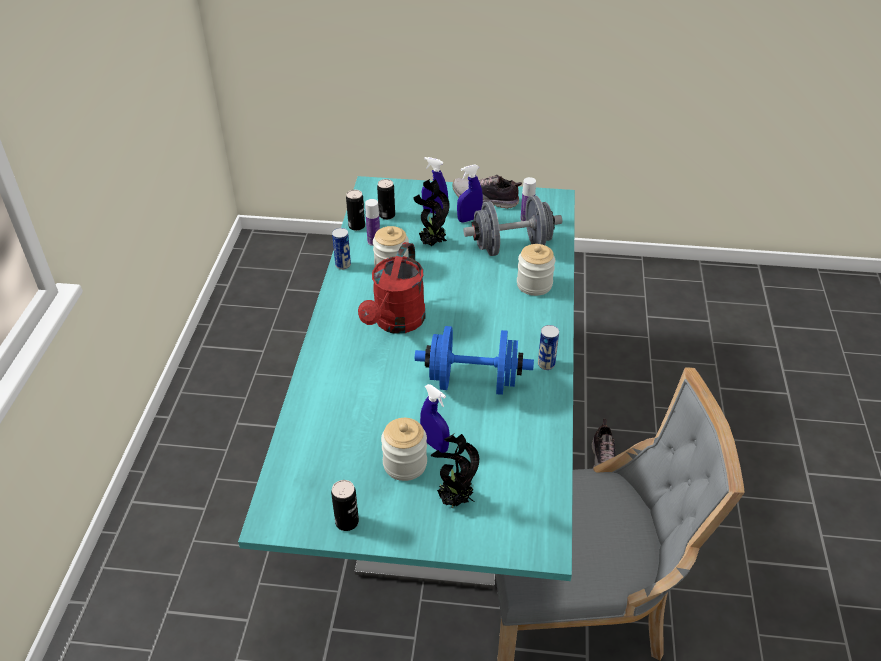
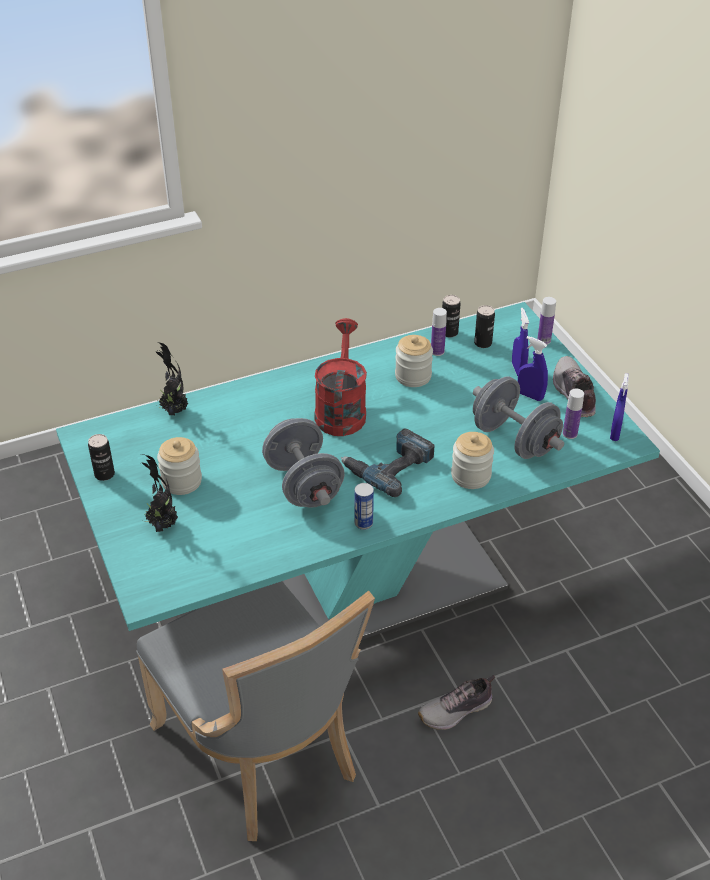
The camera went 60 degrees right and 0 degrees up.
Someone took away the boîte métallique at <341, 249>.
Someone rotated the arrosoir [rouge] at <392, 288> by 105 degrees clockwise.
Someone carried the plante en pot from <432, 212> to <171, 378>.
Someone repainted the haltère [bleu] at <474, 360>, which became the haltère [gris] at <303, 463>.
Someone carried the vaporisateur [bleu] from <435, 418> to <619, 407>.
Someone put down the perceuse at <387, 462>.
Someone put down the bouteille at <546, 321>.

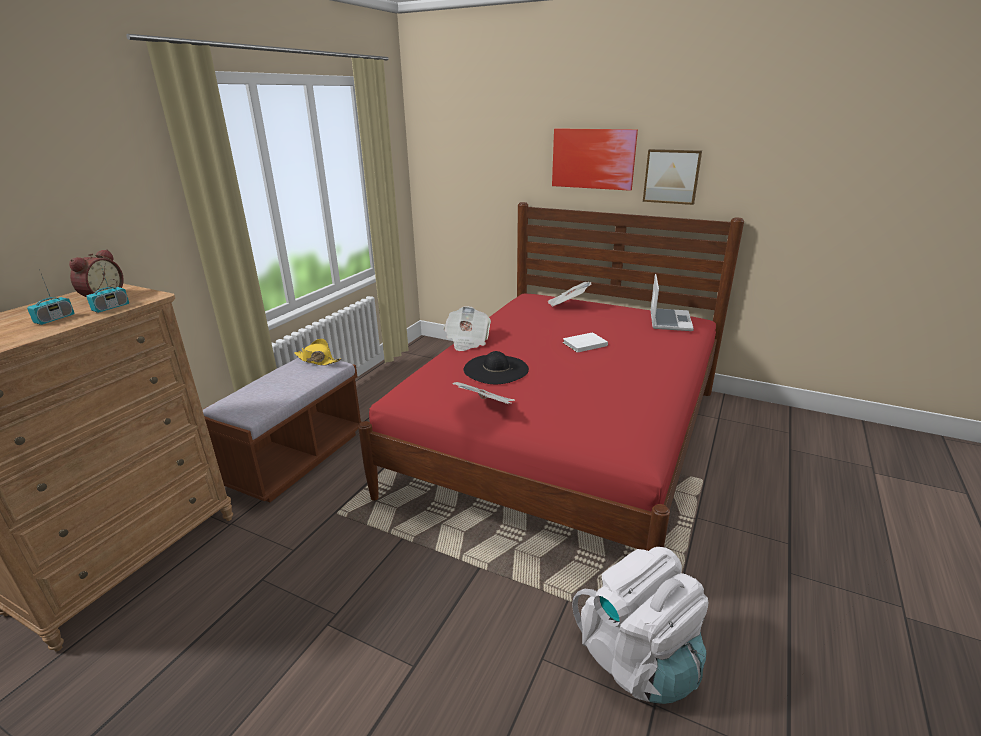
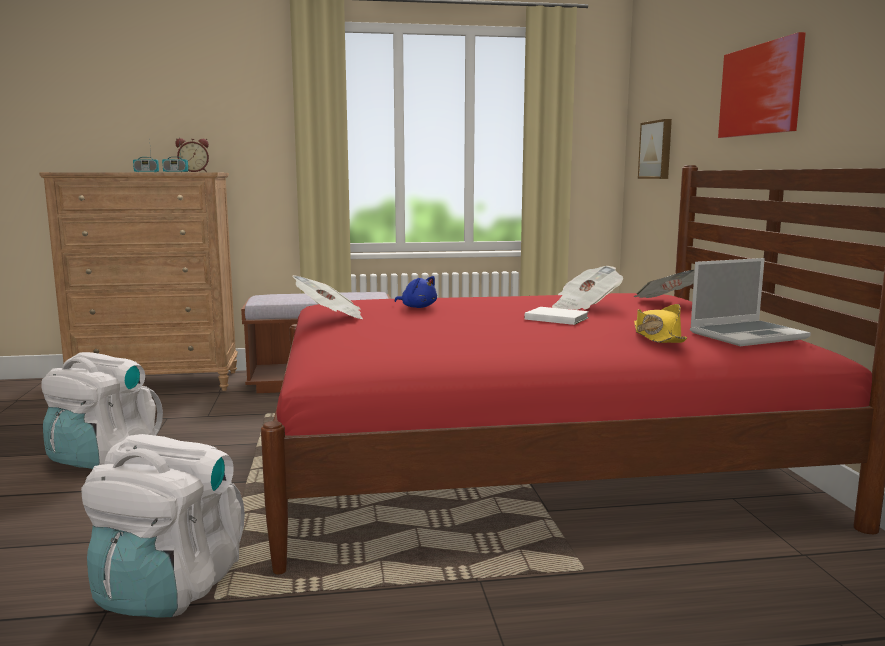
The camera went 55 degrees right and 15 degrees down.
Someone carried the chapeau [jaune] from <318, 352> to <660, 323>.
Someone carried the journal from <467, 328> to <587, 288>.
Someone swapped the chapeau [noir] at <496, 367> for the peluche [bleu] at <416, 292>.
Someone carried the tableau from <672, 177> to <655, 149>.
Someone put down the sac à dos [blanc] at <102, 410>.

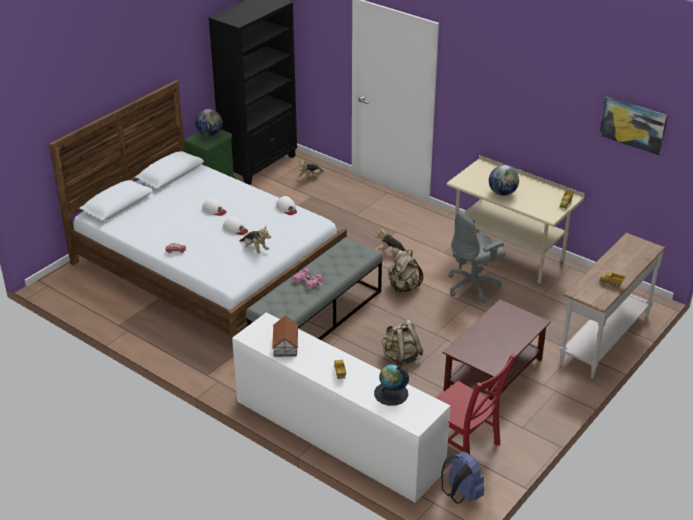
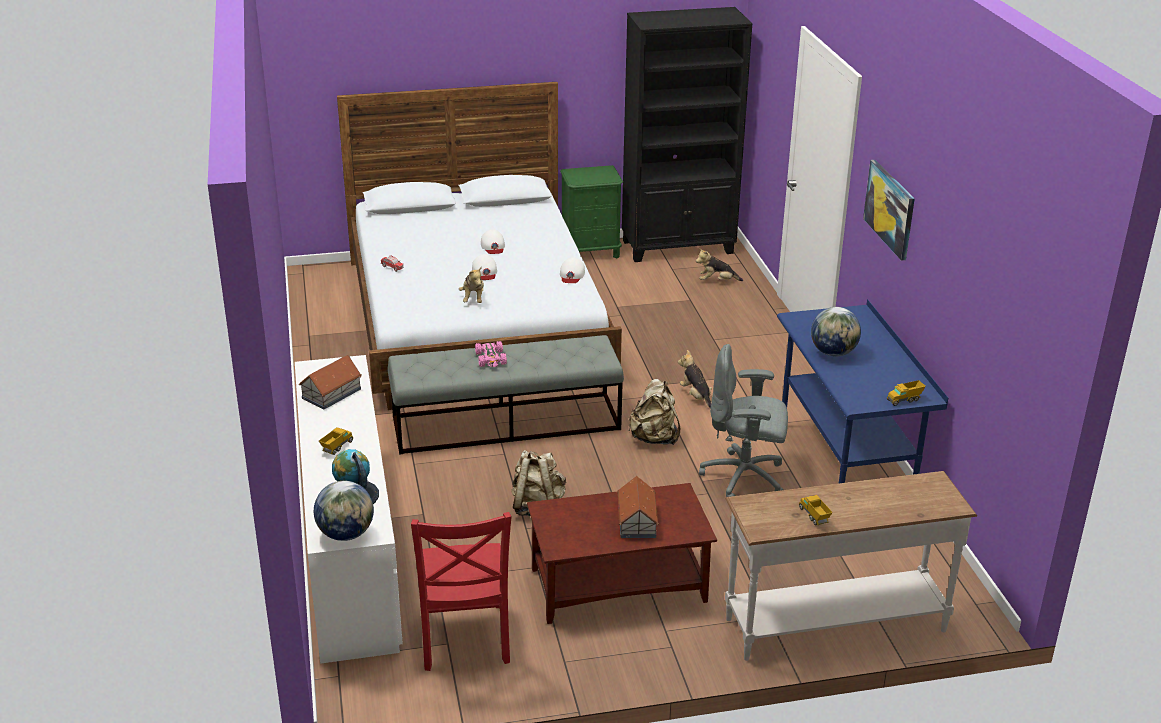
The camera went 40 degrees right and 5 degrees down.
Someone carried the globe from <209, 123> to <344, 511>.
Someone took away the sac à dos [bleu] at <462, 477>.
Someone repainted the bureau [beige] at <515, 220>, which became the bureau [bleu] at <862, 391>.
Someone carried the tableau from <633, 126> to <889, 210>.
Someone put down the maison miniature at <638, 507>.

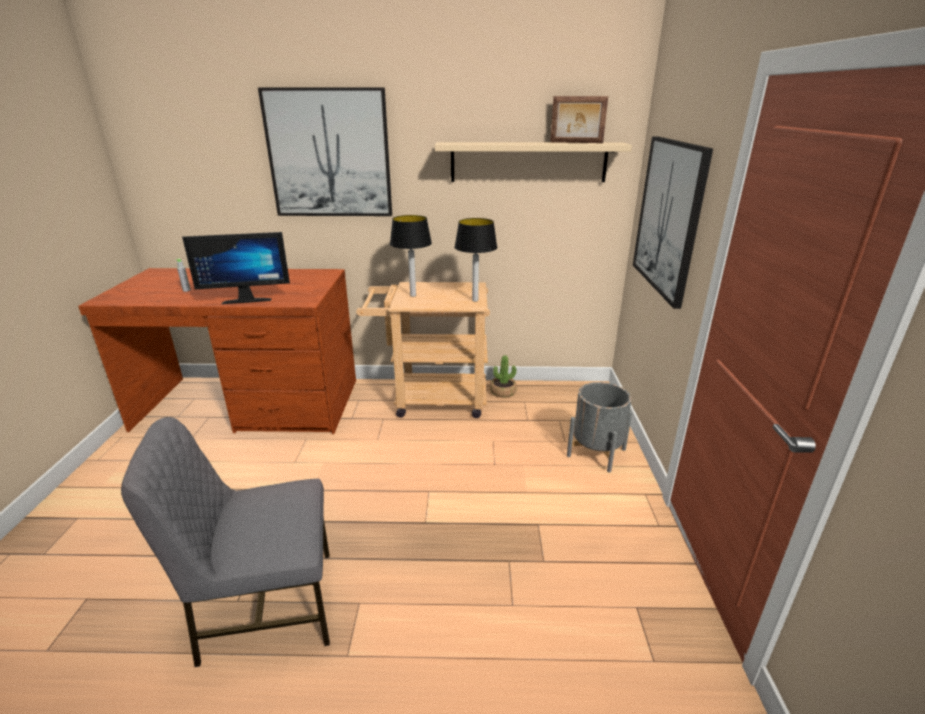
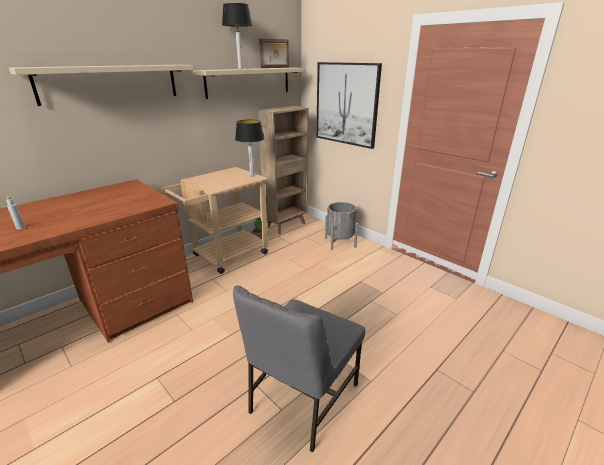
The camera went 45 degrees left and 0 degrees up.
Someone took away the écran d'ordinateur at <236, 268>.
Someone swapped the tableau at <325, 151> for the étagère [beige] at <101, 85>.
Someone carried the lampe de table from <411, 256> to <237, 36>.
Someone put down the bibliothèque [marron] at <283, 170>.

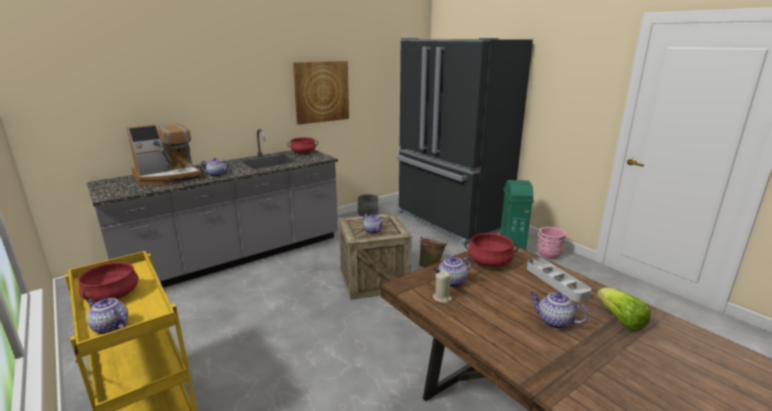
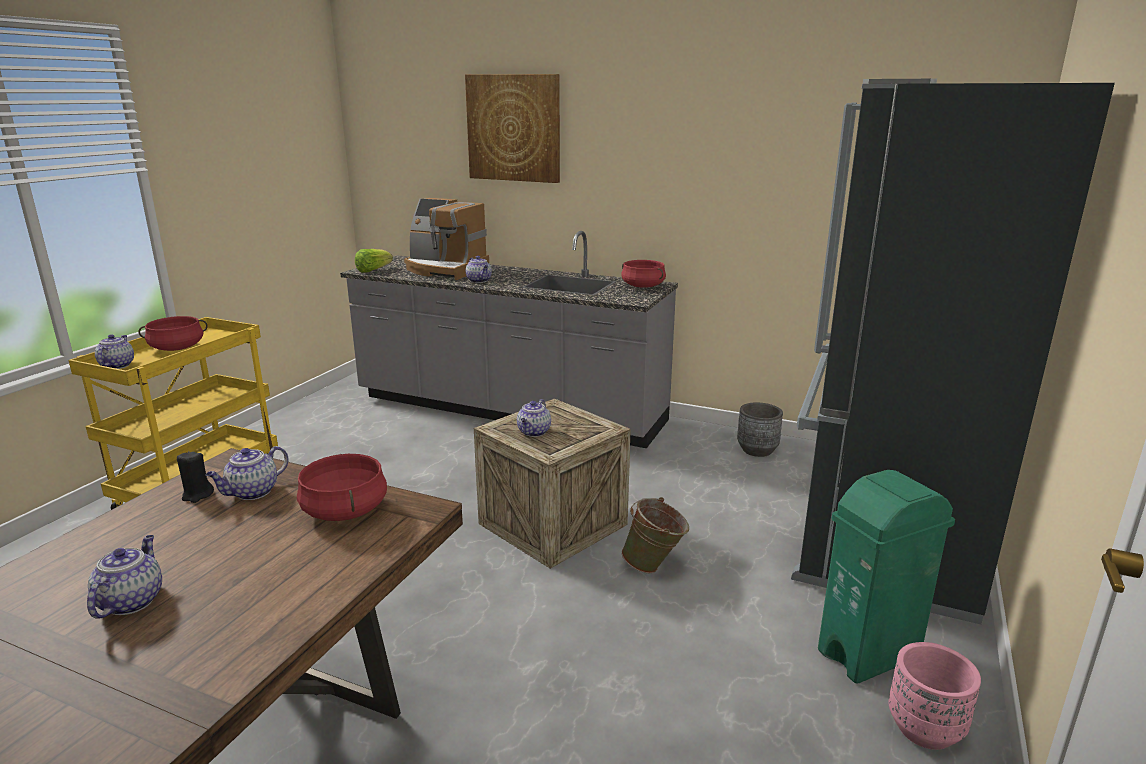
The camera went 60 degrees right and 0 degrees up.
Someone carried the tableau from <321, 93> to <512, 128>.
Someone repainted the bougie [beige] at <442, 287>, which became the bougie [noir] at <195, 477>.
Someone rotated the théière at <452, 271> by 75 degrees counterclockwise.
Someone took away the plateau [gris] at <559, 279>.
Someone carried the laitue from <624, 309> to <374, 261>.

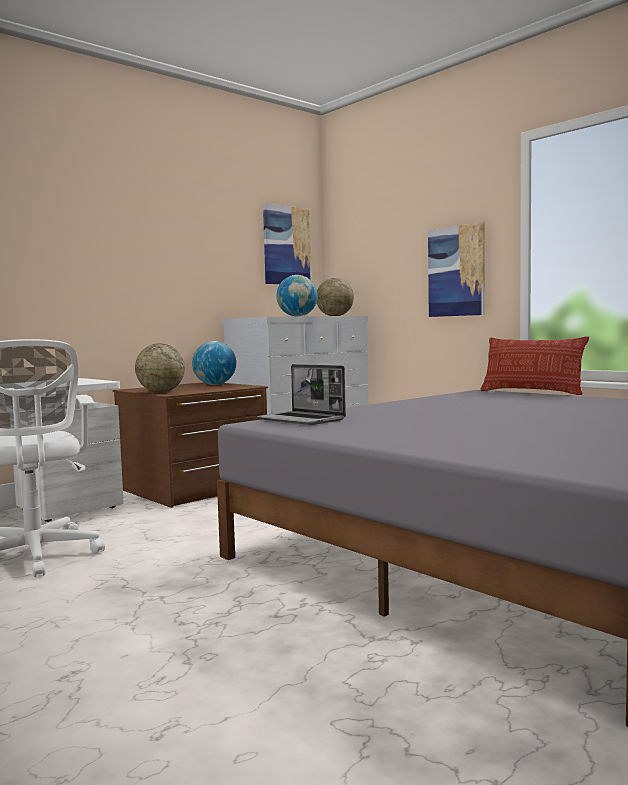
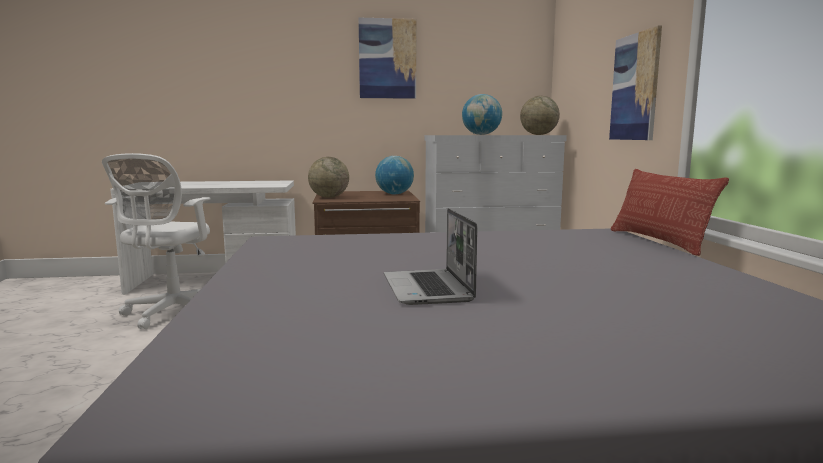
The camera went 35 degrees right and 5 degrees up.
Someone carried the ordinateur portable from <301, 394> to <430, 256>.
Someone carried the tableau from <287, 243> to <387, 58>.

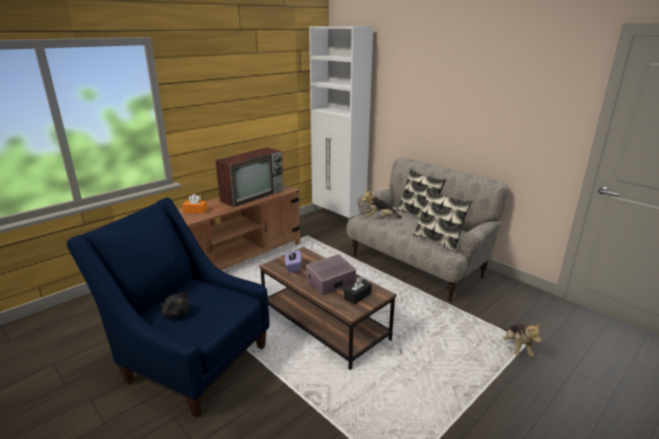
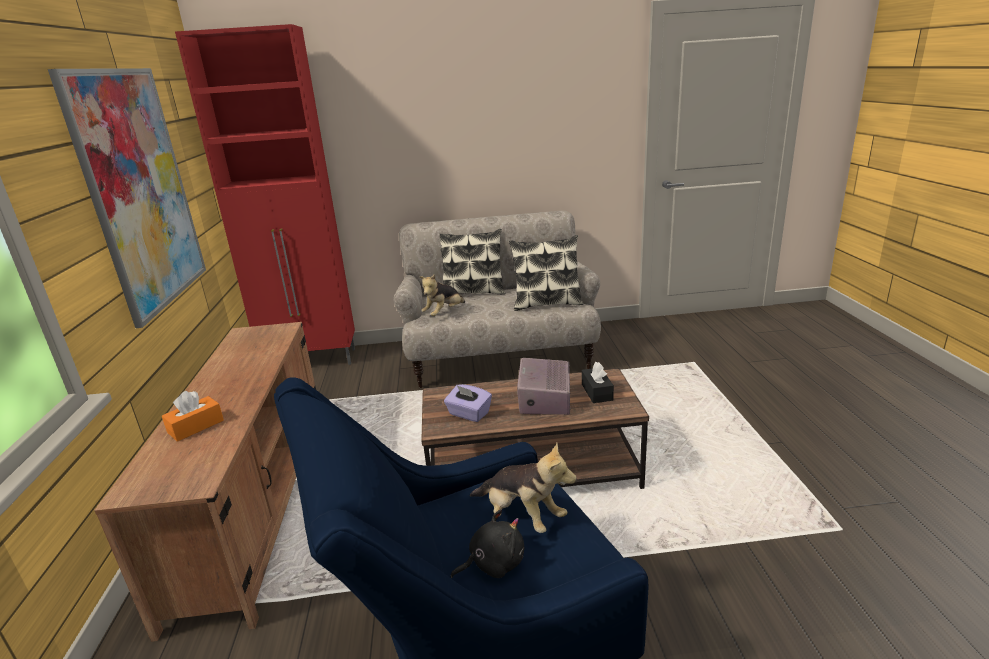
The camera went 50 degrees left and 0 degrees up.
Someone took away the téléviseur at <249, 177>.
Someone repainted the meuble de rangement [blanc] at <341, 123>, which became the meuble de rangement [rouge] at <265, 194>.
Someone carried the peluche from <522, 340> to <523, 487>.
Someone put up the tableau at <127, 198>.

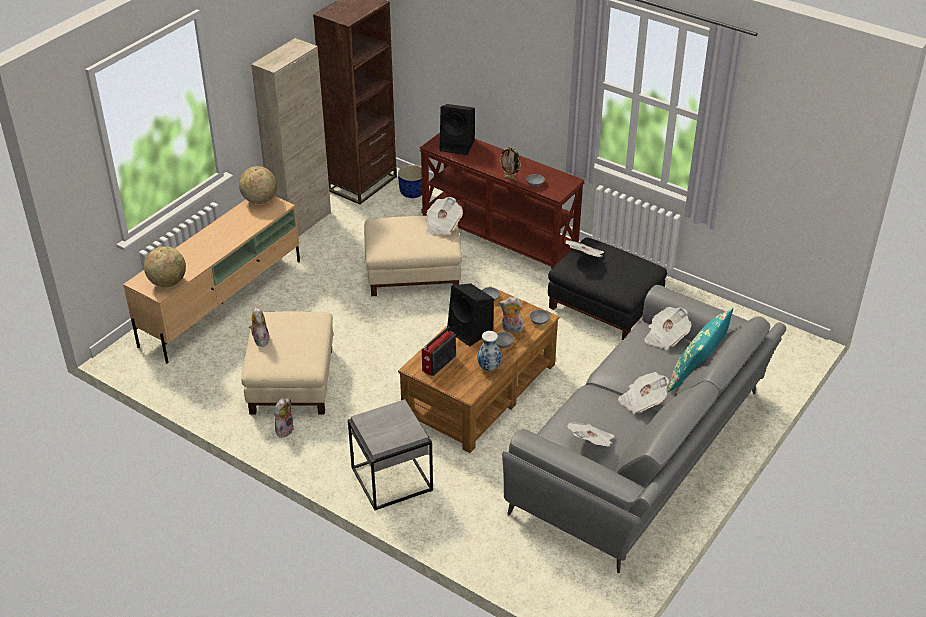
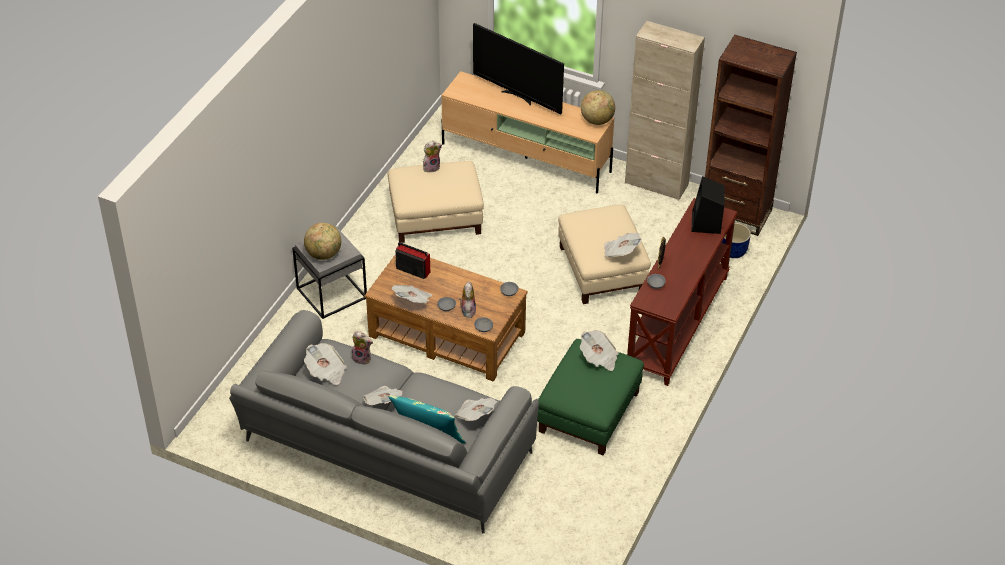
The camera went 80 degrees right and 5 degrees up.
Someone carried the globe from <165, 266> to <322, 241>.
Someone carried the peluche from <284, 418> to <362, 348>.
Someone took away the enceinte [noir] at <470, 314>.
Someone swapped the vase at <489, 351> for the journal at <412, 294>.
Someone repainted the pouf [noir] at <607, 288>, which became the pouf [vert] at <590, 397>.
Someone put down the téléviseur at <518, 68>.

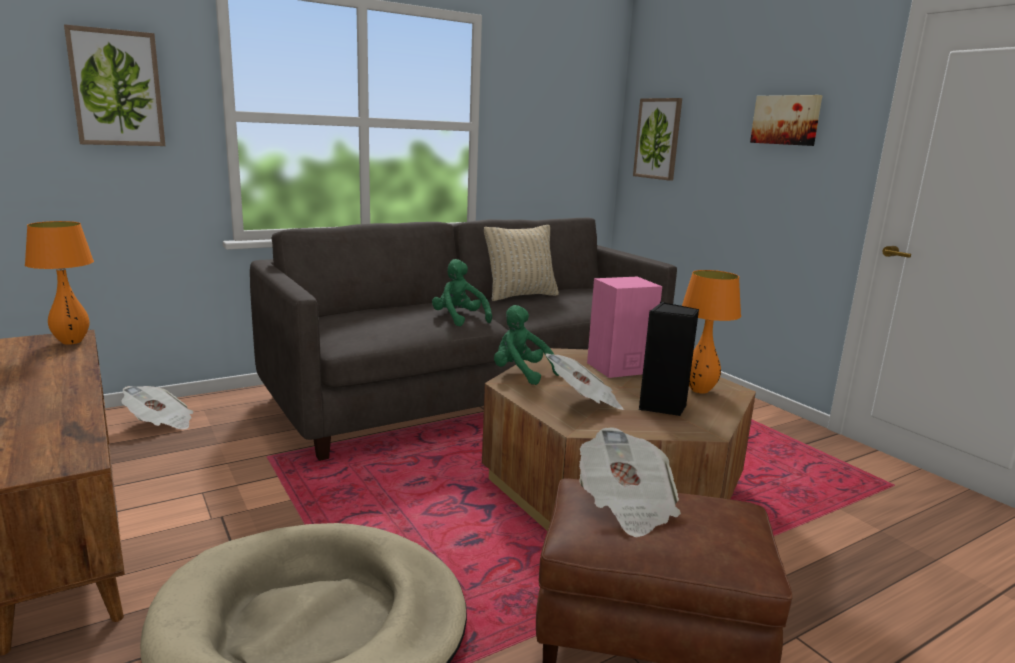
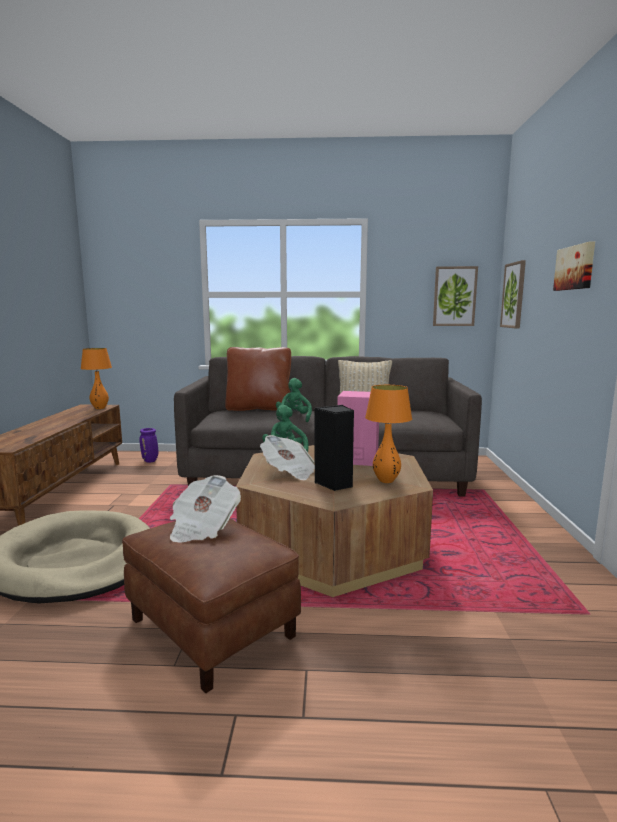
The camera went 35 degrees right and 5 degrees down.
Someone carried the tableau from <114, 85> to <455, 296>.
Someone swapped the journal at <157, 408> for the vase [violet] at <148, 445>.
Someone put down the coussin [marron] at <258, 379>.

